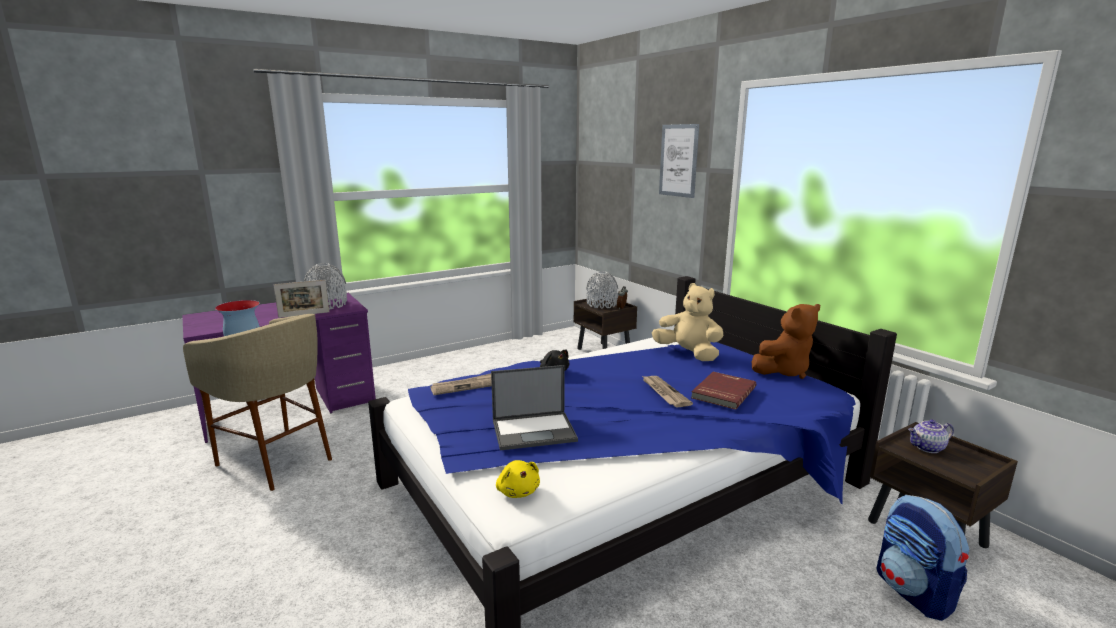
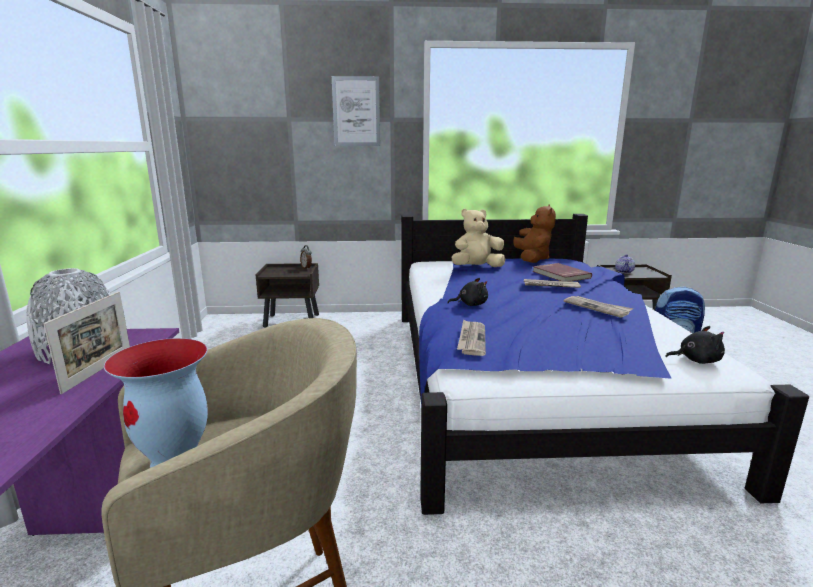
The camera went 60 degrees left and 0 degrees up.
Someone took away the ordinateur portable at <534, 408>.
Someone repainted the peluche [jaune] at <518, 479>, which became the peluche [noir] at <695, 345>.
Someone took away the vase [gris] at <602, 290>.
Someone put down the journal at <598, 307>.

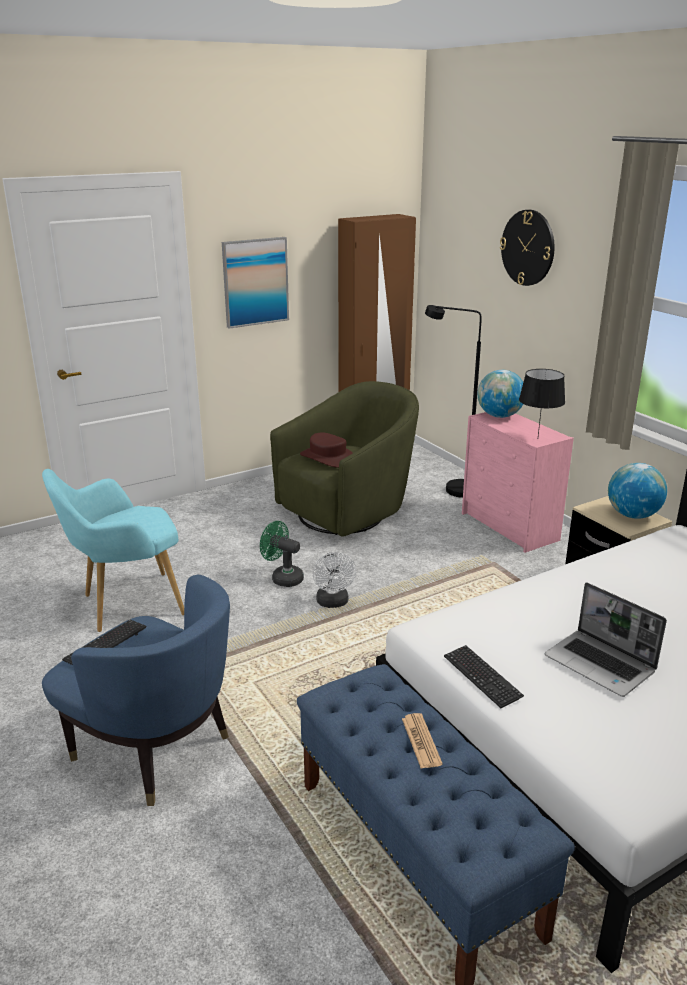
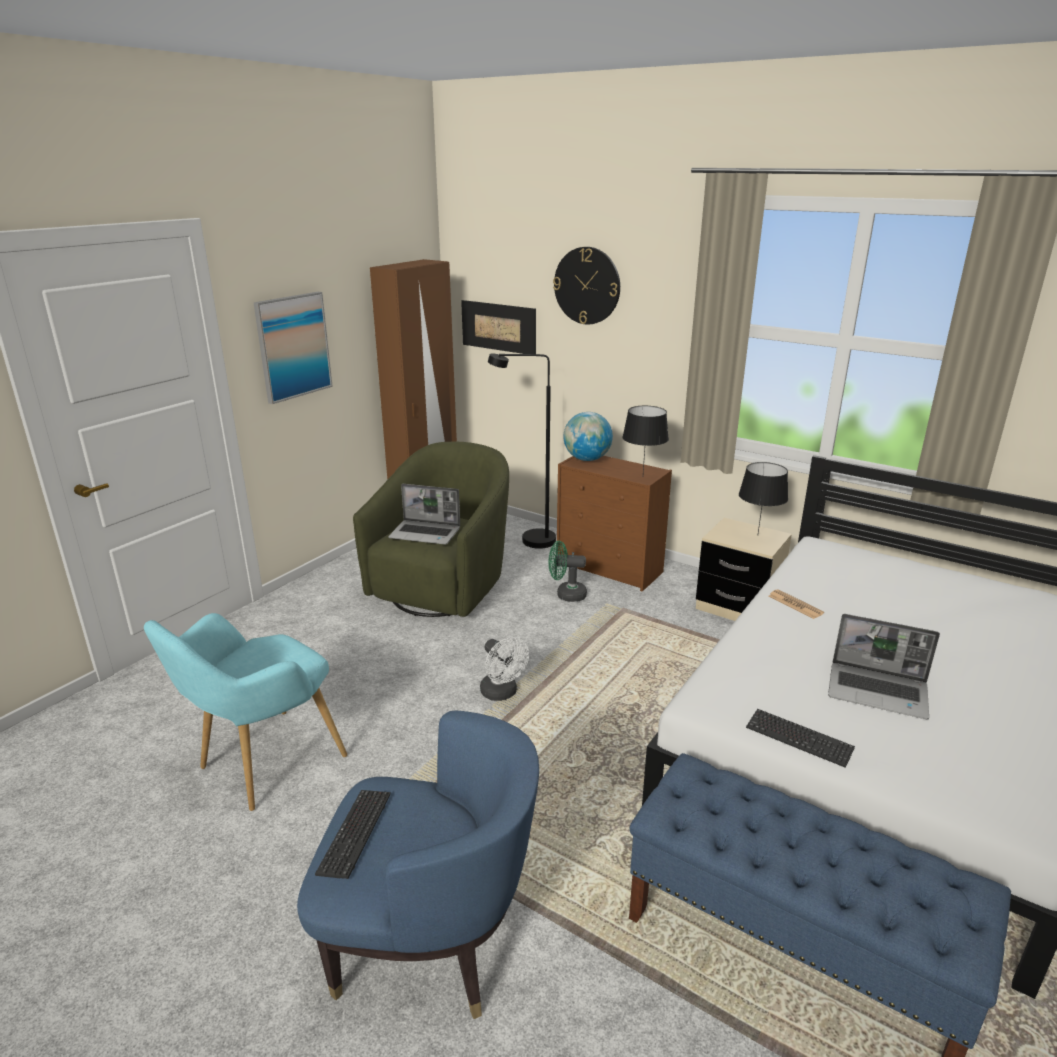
The camera went 25 degrees left and 0 degrees up.
Someone carried the ventilateur [vert] from <282, 554> to <568, 571>.
Someone swapped the chapeau [marron] at <326, 450> for the ordinateur portable at <424, 514>.
Someone carried the journal from <422, 741> to <796, 604>.
Someone repainted the commode [rose] at <518, 482>, which became the commode [marron] at <614, 524>.
Someone swapped the globe at <637, 491> for the lampe de table [noir] at <763, 499>.
Someone put up the tableau at <498, 327>.

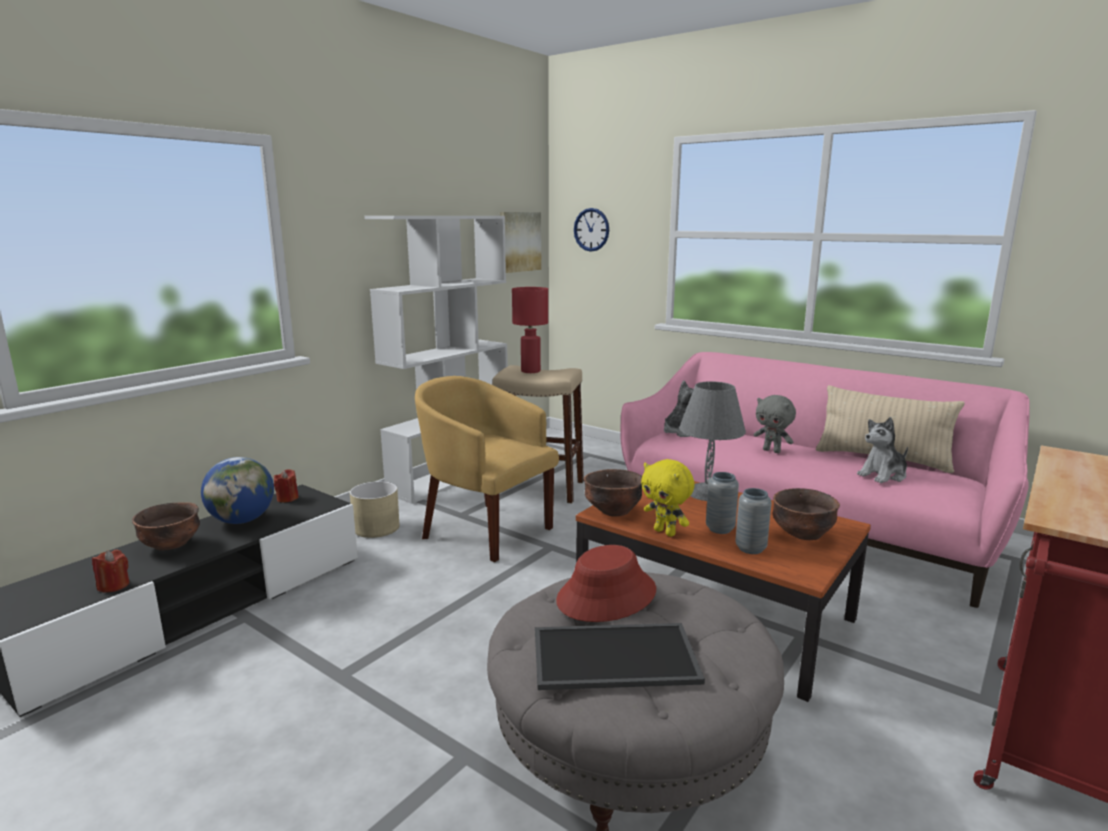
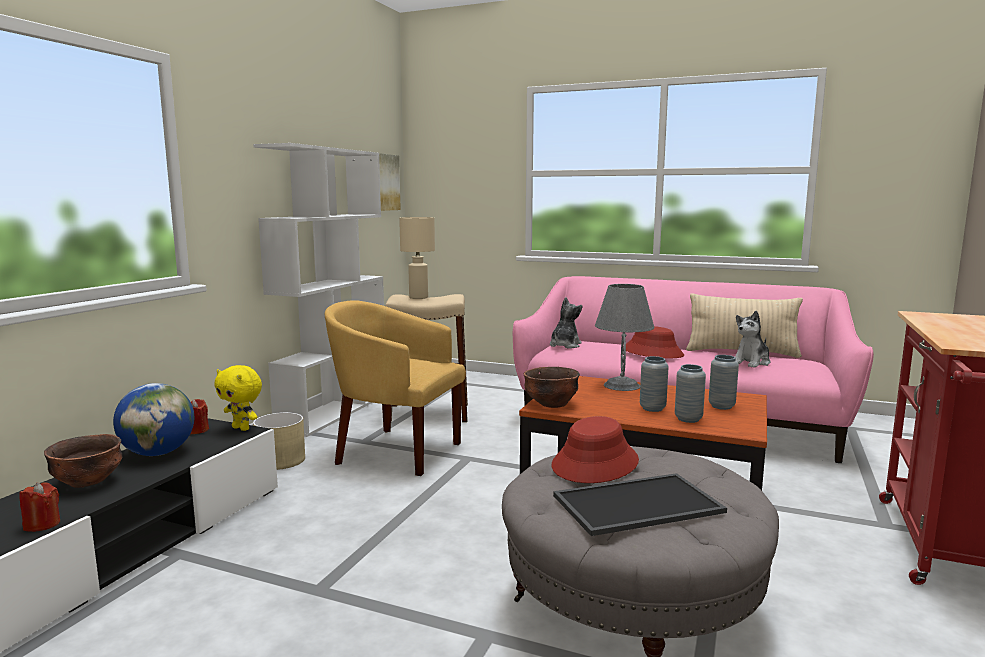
The camera went 15 degrees left and 5 degrees down.
Someone repainted the lampe de table [rouge] at <530, 330>, which became the lampe de table [beige] at <417, 258>.
Someone took away the horloge murale at <591, 230>.
Someone carried the peluche [jaune] from <668, 498> to <238, 398>.
Someone swapped the peluche [gris] at <775, 424> for the chapeau [rouge] at <655, 342>.
Someone swapped the bol [marron] at <806, 514> for the vase [gris] at <724, 382>.

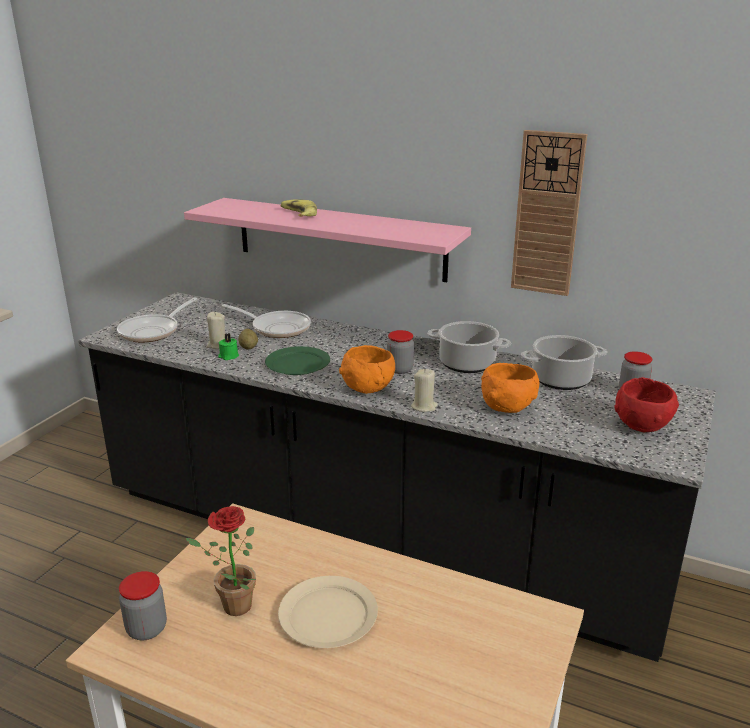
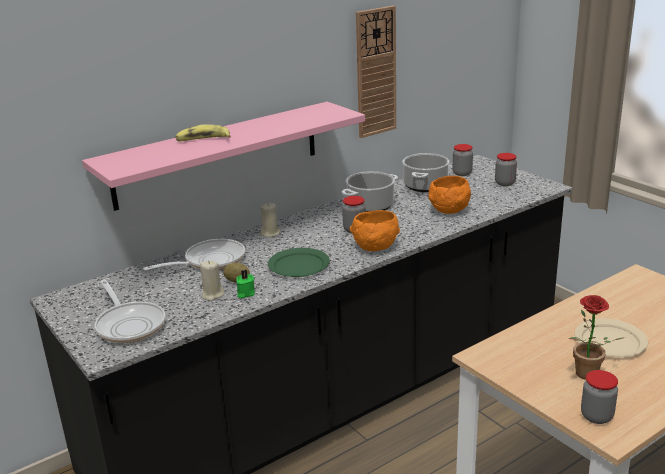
The camera went 60 degrees left and 0 degrees up.
Someone carried the bougie [beige] from <424, 390> to <270, 220>.
Someone swapped the bol [rouge] at <647, 404> for the bocal at <506, 169>.

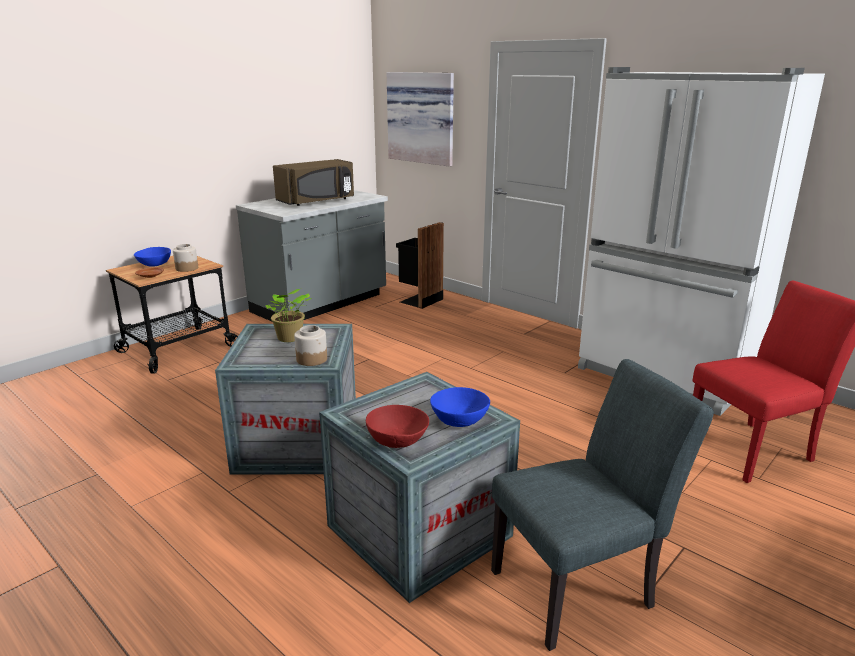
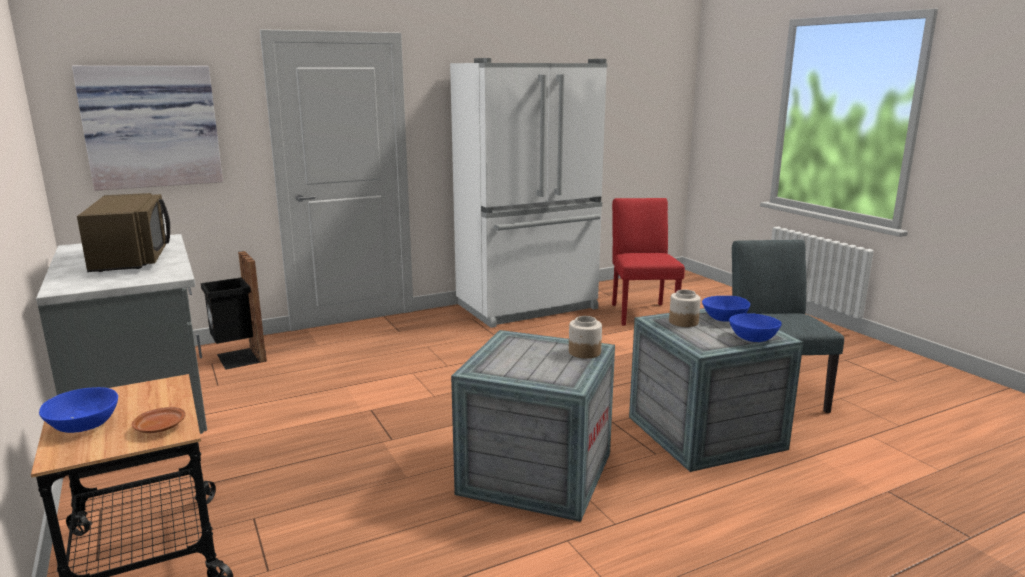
The camera went 70 degrees left and 5 degrees down.
Someone carried the bocal from <185, 258> to <685, 308>.
Someone took away the plante en pot at <288, 315>.
Someone repainted the bol [rouge] at <397, 426>, which became the bol [bleu] at <755, 327>.

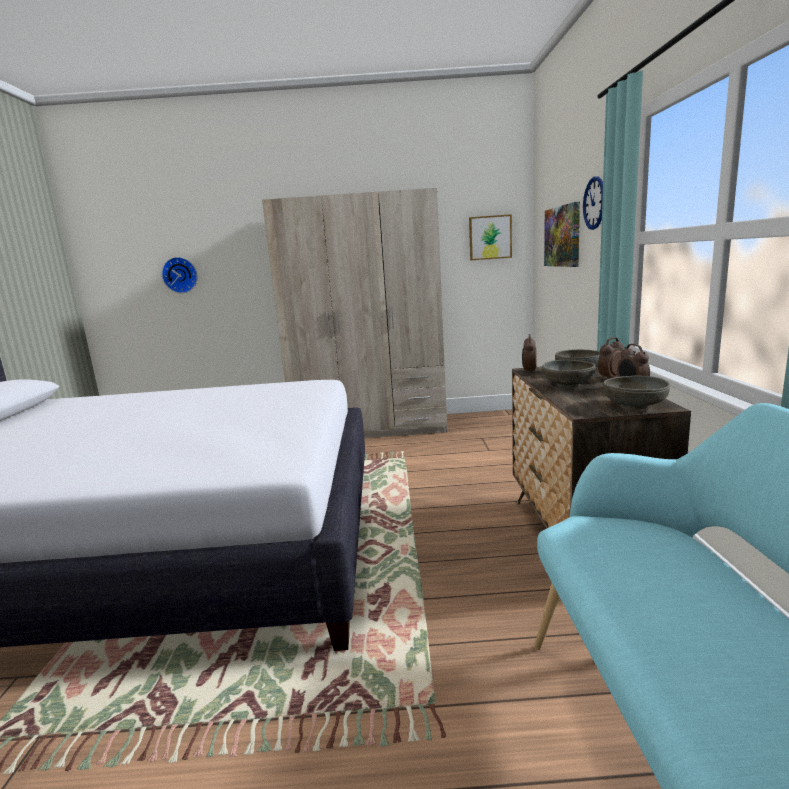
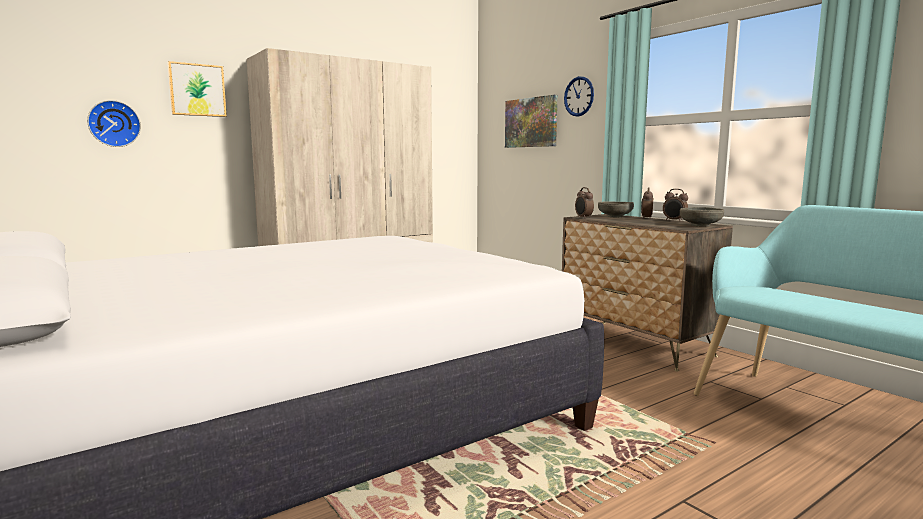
The camera went 35 degrees left and 5 degrees down.
Someone carried the tableau from <490, 237> to <197, 89>.
Someone took away the bol [gris] at <569, 374>.

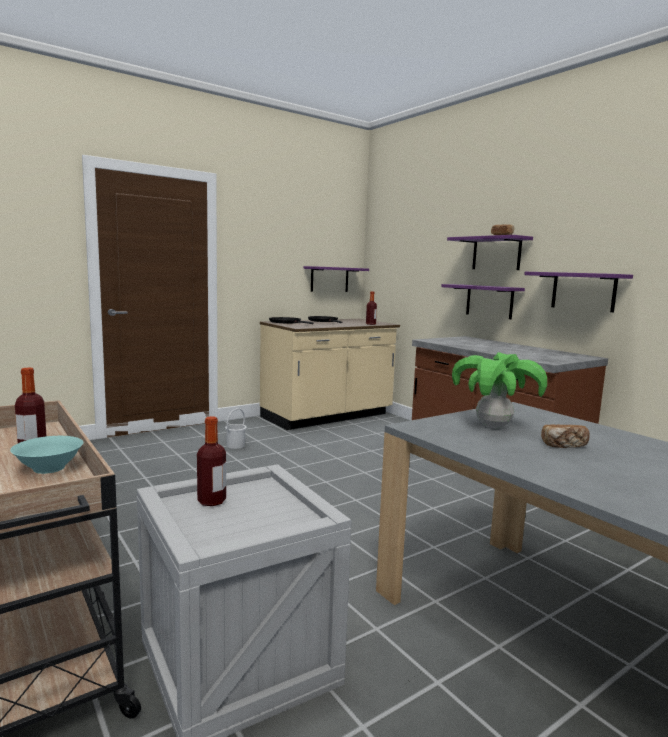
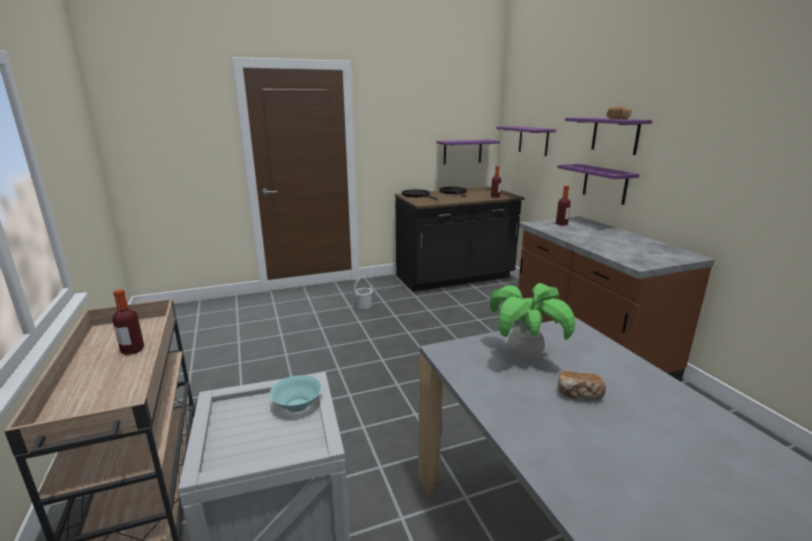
The camera went 15 degrees right and 10 degrees up.
Someone carried the bol [turquoise] from <46, 455> to <296, 393>.
Someone carried the bouteille from <211, 461> to <563, 206>.
Someone repainted the comptoir de cuisine [beige] at <330, 374>, which became the comptoir de cuisine [noir] at <460, 239>.
Someone carried the étagère [violet] from <578, 292> to <526, 141>.

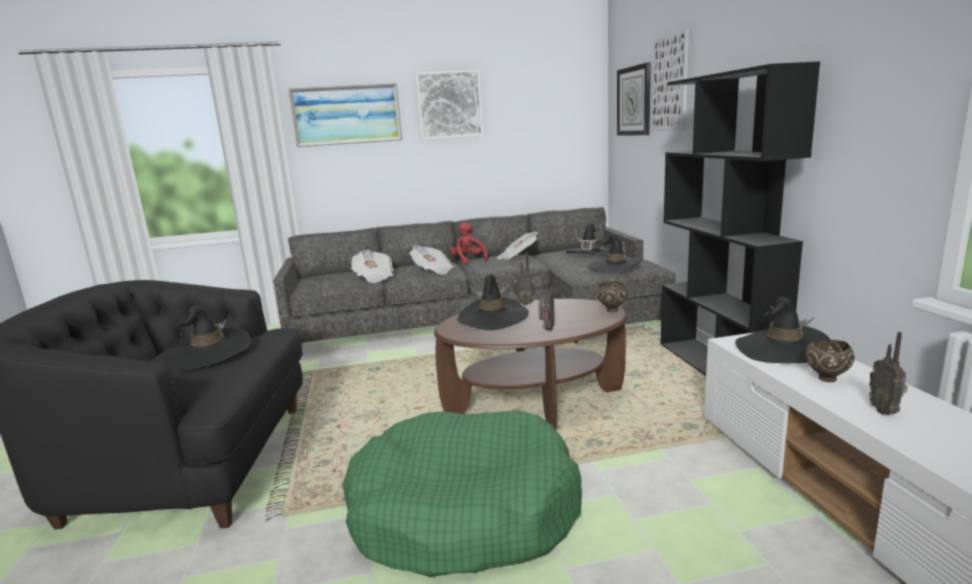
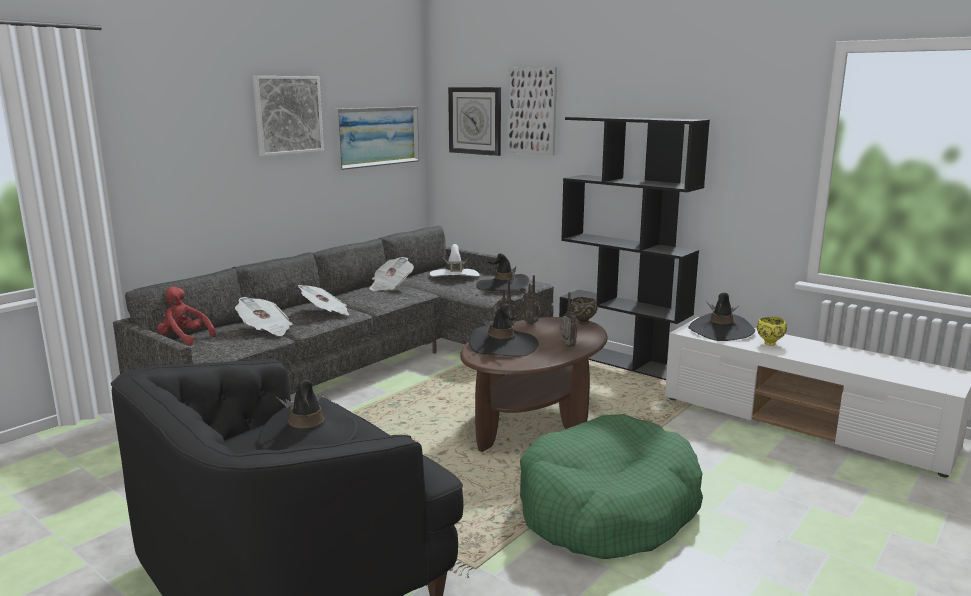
The camera went 40 degrees left and 0 degrees up.
Someone carried the tableau from <345, 115> to <377, 138>.
Someone carried the peluche [rouge] from <469, 243> to <186, 315>.
Someone repainted the chapeau [noir] at <587, 240>, which became the chapeau [blanc] at <455, 260>.
Someone repainted the bol [marron] at <830, 361>, which became the bol [jaune] at <772, 331>.
Someone carried the radio from <888, 373> to <530, 300>.

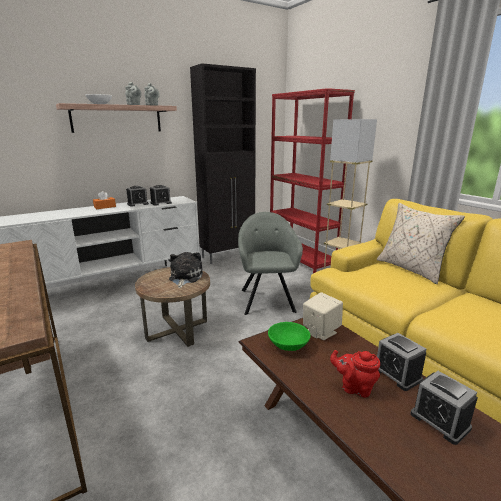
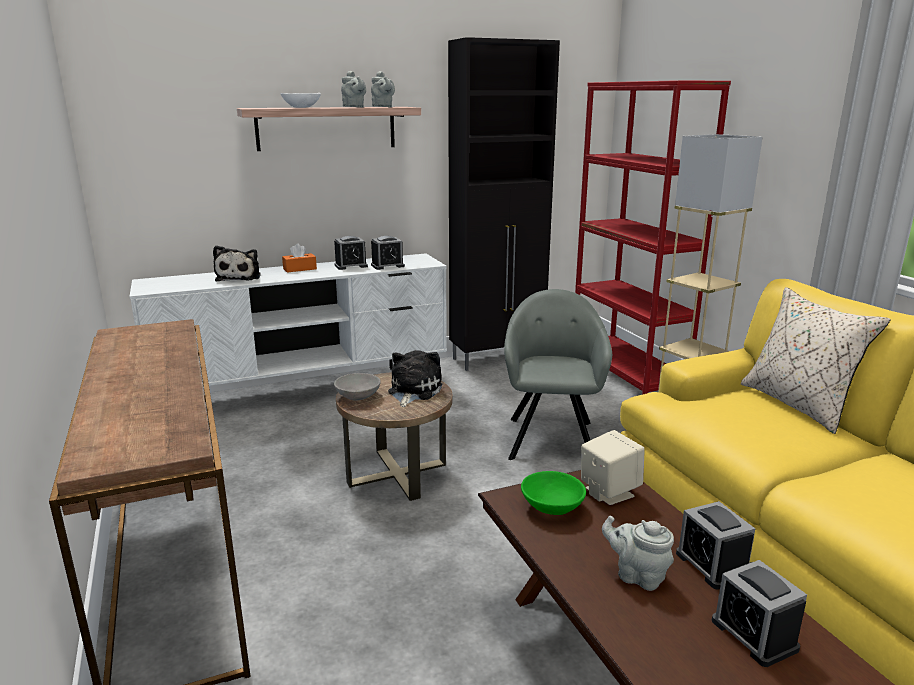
The camera went 10 degrees right and 0 degrees up.
Someone repainted the théière [rouge] at <355, 374>, which became the théière [gris] at <638, 553>.
Someone put down the peluche at <237, 263>.
Someone put down the bol [gris] at <357, 387>.

